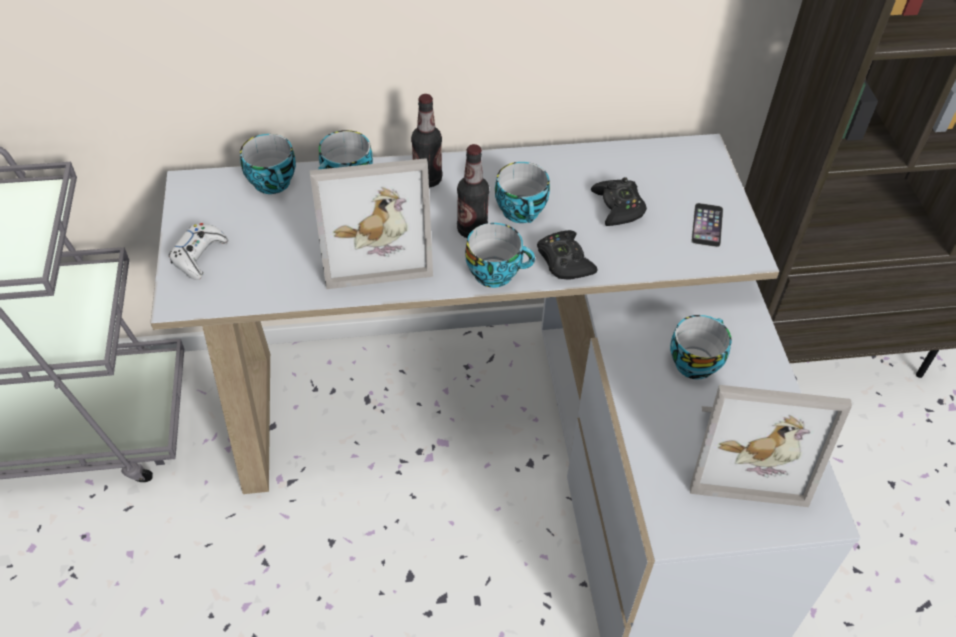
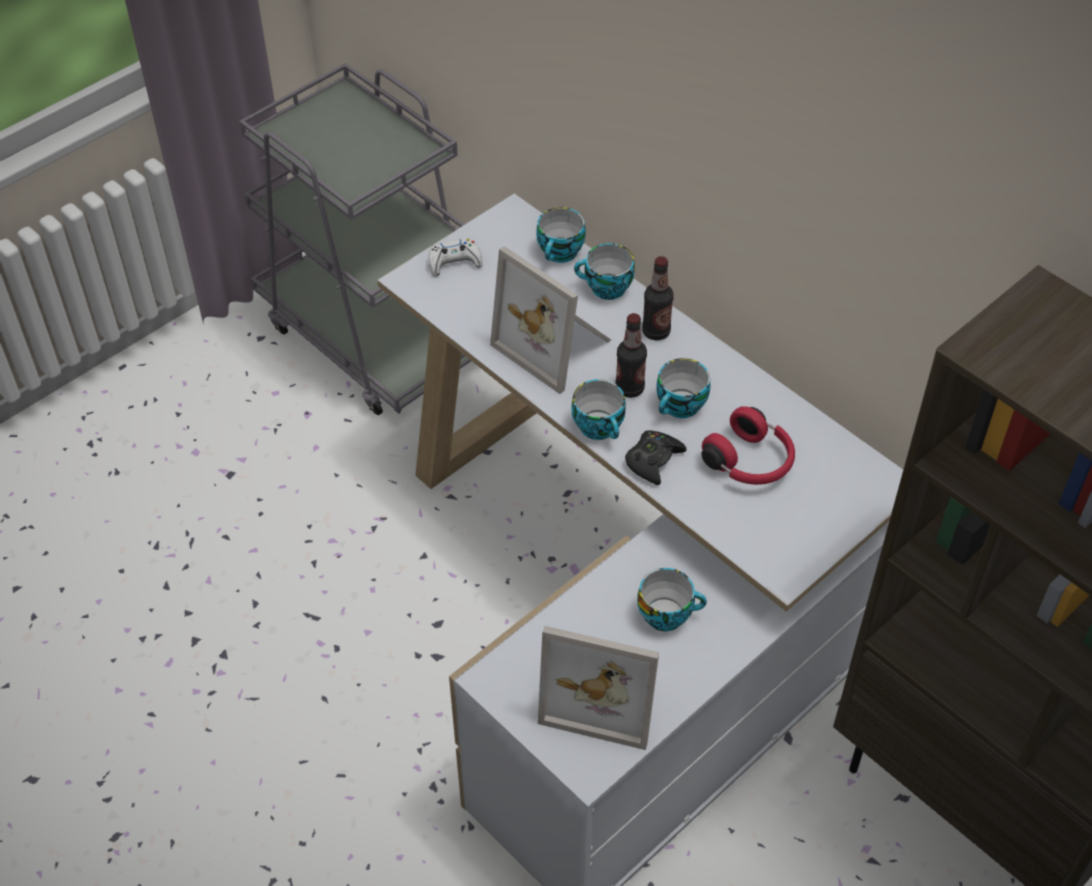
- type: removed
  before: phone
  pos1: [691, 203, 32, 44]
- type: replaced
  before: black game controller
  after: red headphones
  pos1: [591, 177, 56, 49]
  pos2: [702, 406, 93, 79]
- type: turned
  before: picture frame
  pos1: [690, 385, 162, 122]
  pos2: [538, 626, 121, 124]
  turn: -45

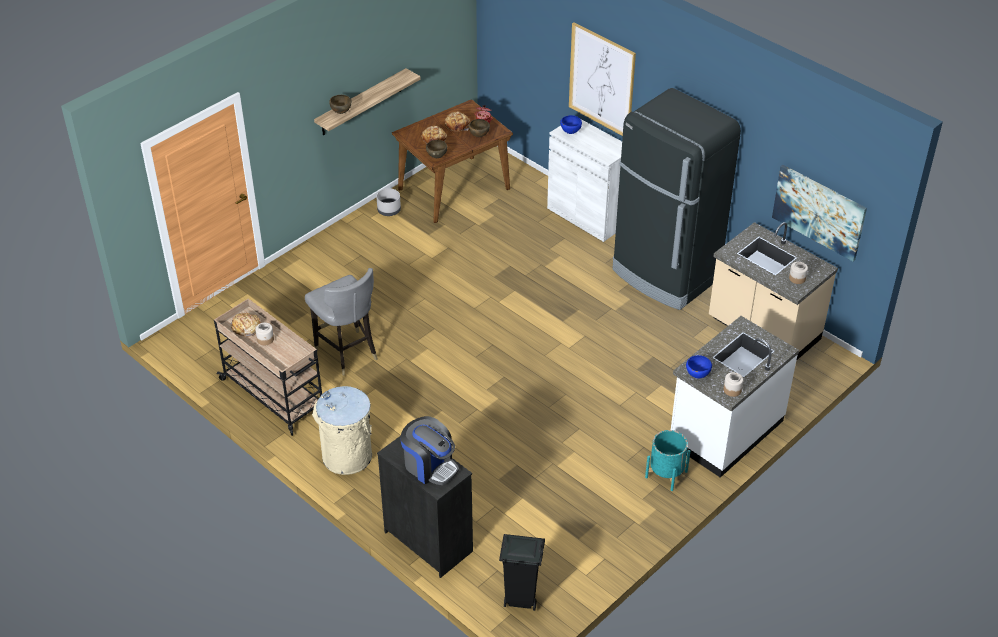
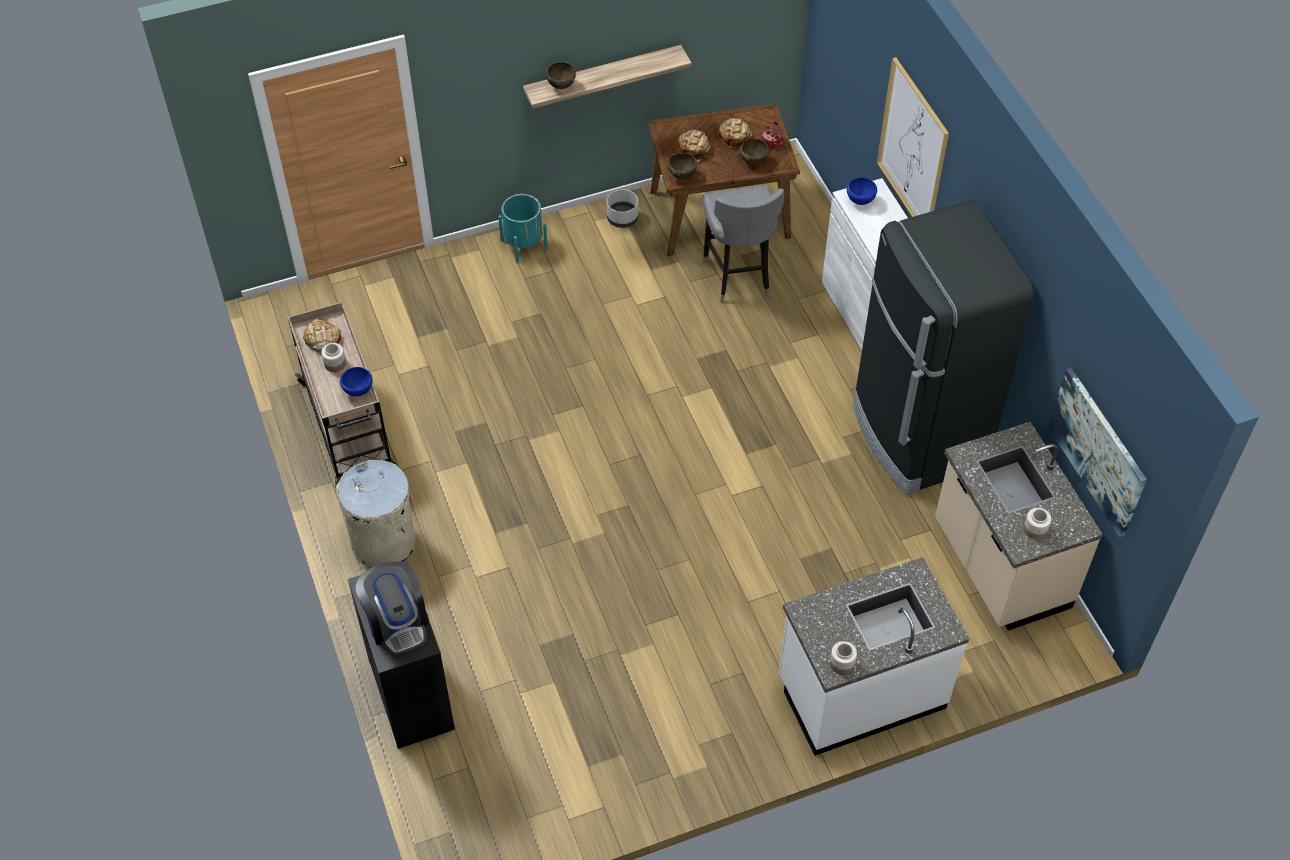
- type: removed
  before: black trash can
  pos1: [499, 534, 46, 77]
- type: moved
  before: grey chair
  pos1: [305, 268, 73, 108]
  pos2: [702, 185, 82, 118]
- type: moved
  before: turquoise planter
  pos1: [645, 430, 45, 61]
  pos2: [498, 194, 50, 69]
- type: moved
  before: blue bowl
  pos1: [686, 355, 26, 23]
  pos2: [340, 367, 32, 30]

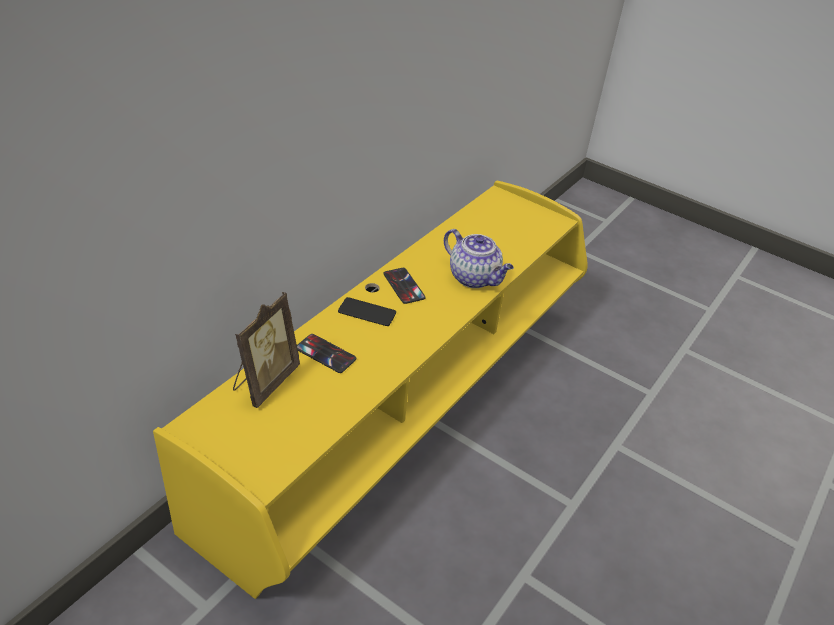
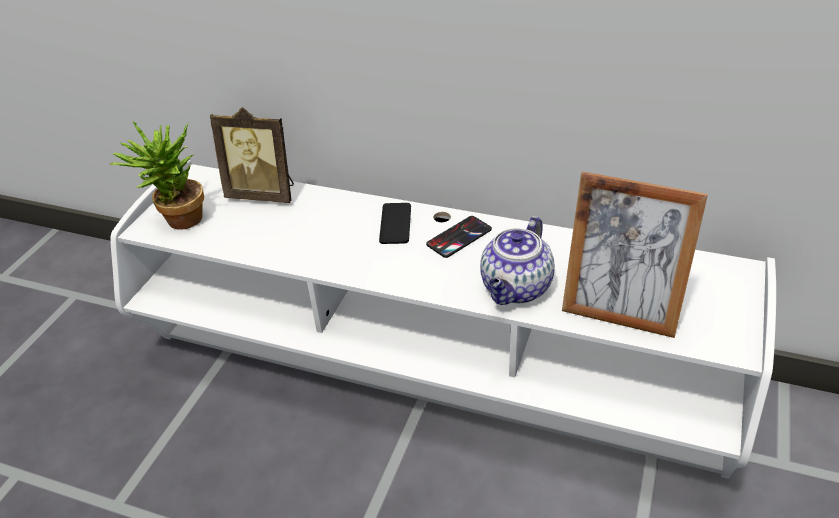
- type: removed
  before: phone
  pos1: [297, 334, 59, 39]
- type: added
  after: potted plant
  pos2: [110, 121, 94, 109]
- type: added
  after: picture frame
  pos2: [562, 172, 146, 166]
- type: recoloured
  before: yellow tv stand
  after: white tv stand
  pos1: [153, 181, 434, 418]
  pos2: [110, 160, 666, 319]

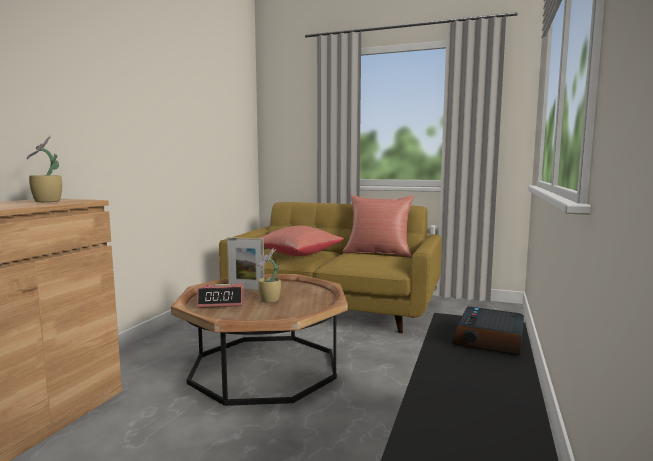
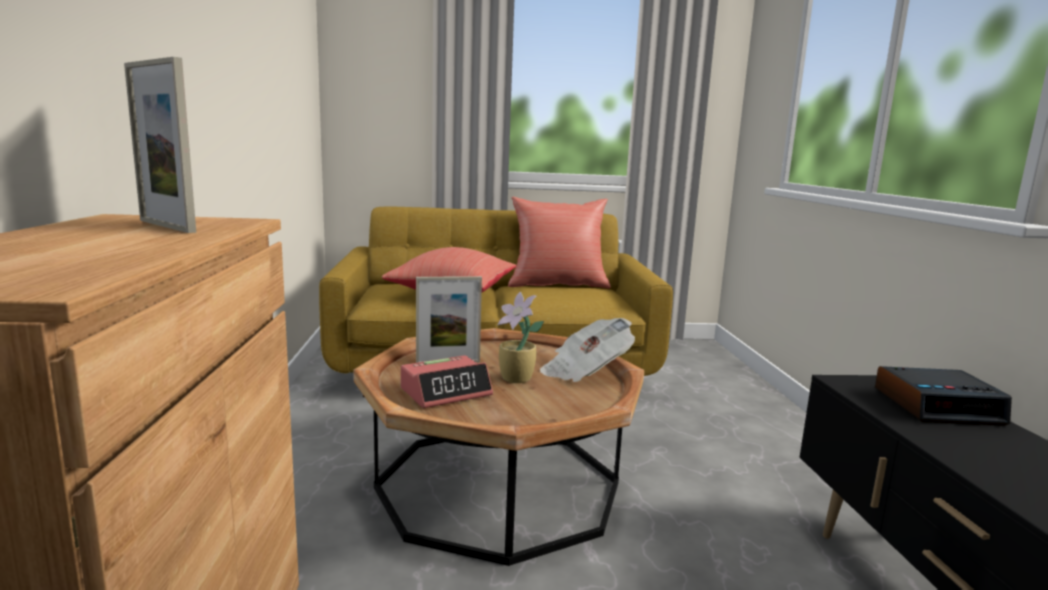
- type: added
  after: newspaper
  pos2: [540, 318, 95, 64]
- type: replaced
  before: potted plant
  after: picture frame
  pos1: [26, 135, 36, 67]
  pos2: [124, 57, 72, 176]
- type: turned
  before: alarm clock
  pos1: [452, 306, 72, 49]
  pos2: [875, 366, 137, 60]
  turn: -90

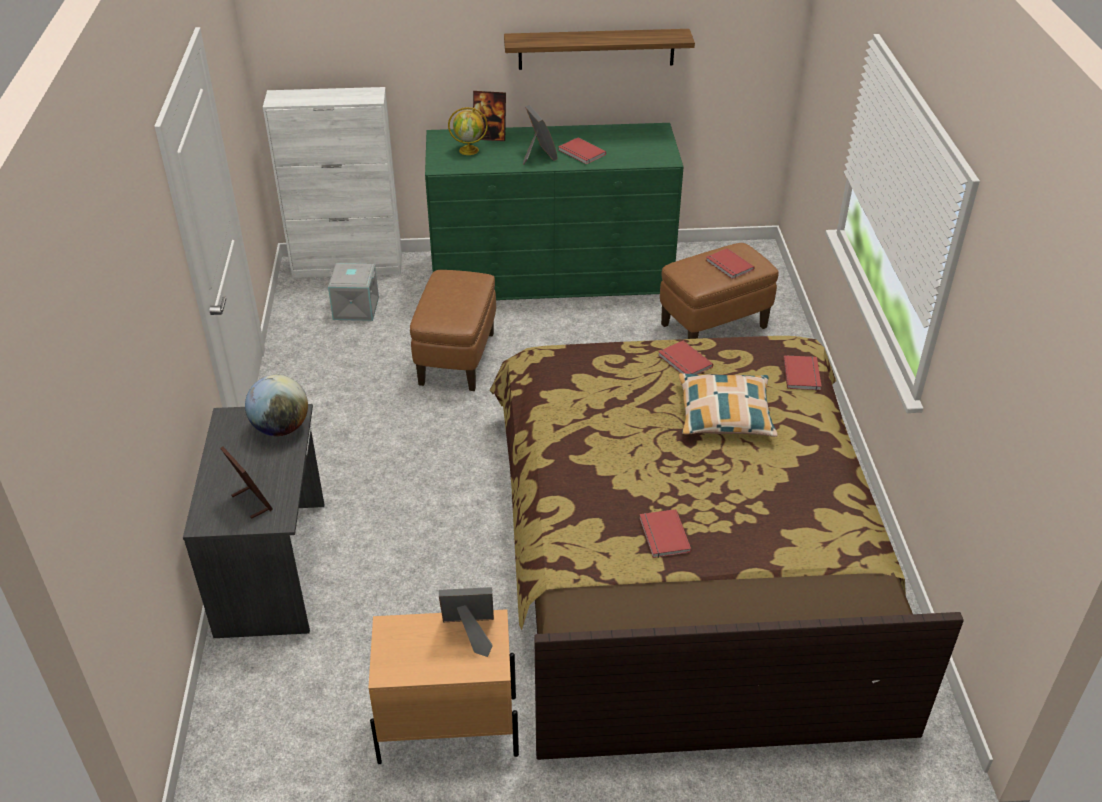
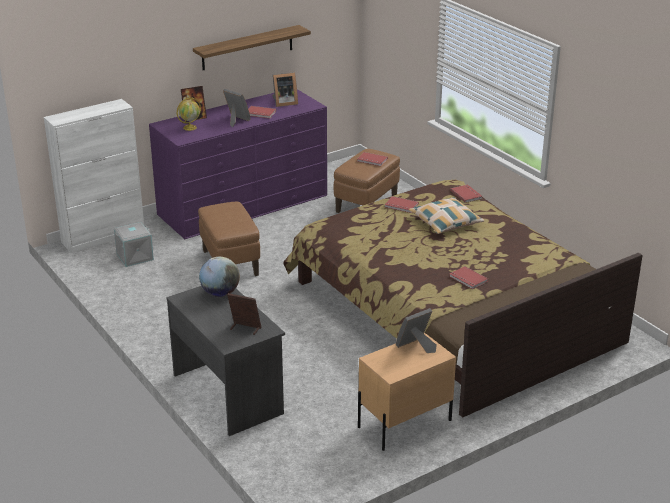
- type: added
  after: picture frame
  pos2: [272, 72, 26, 35]
- type: recoloured
  before: green dresser
  after: purple dresser
  pos1: [425, 123, 259, 177]
  pos2: [149, 89, 178, 150]

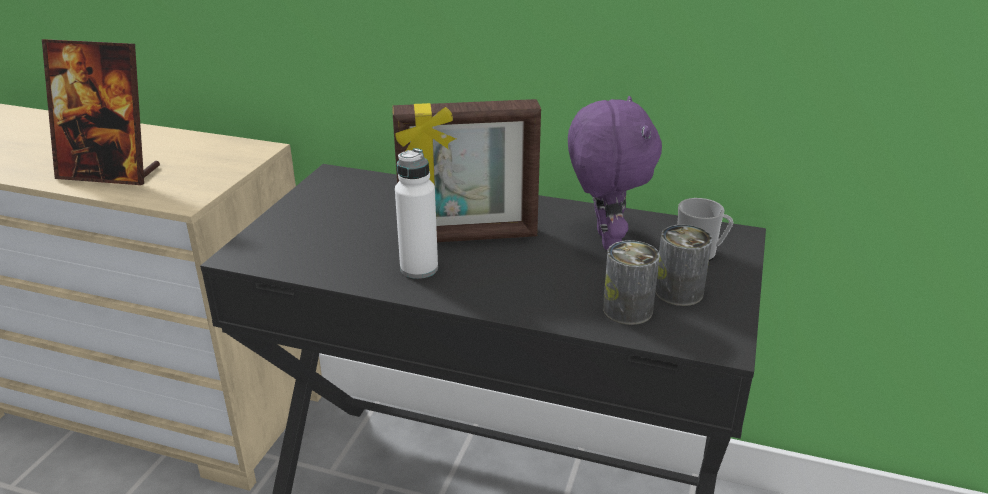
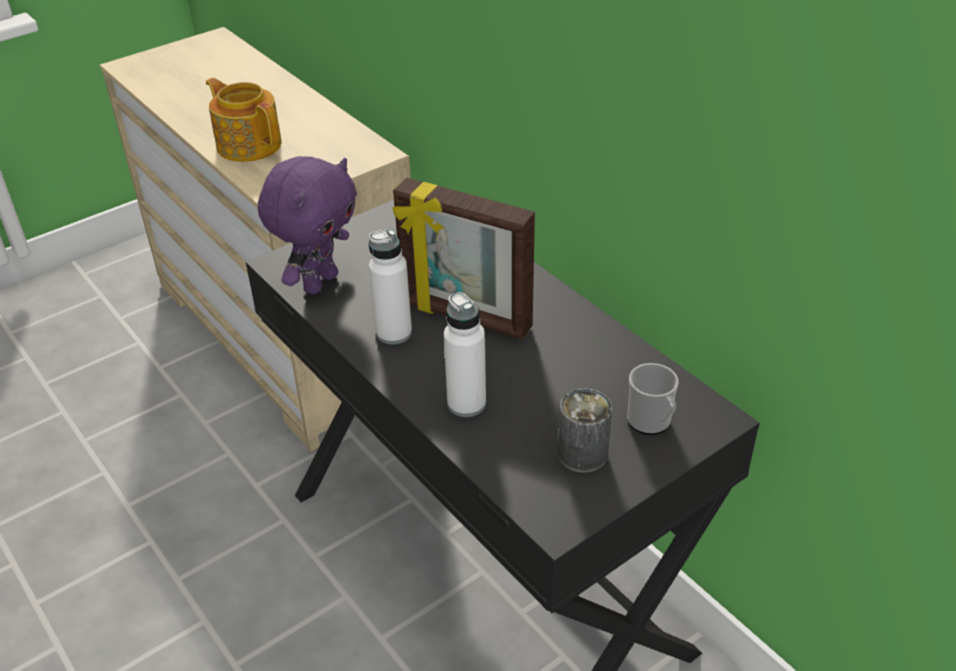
- type: removed
  before: can
  pos1: [603, 240, 57, 85]
- type: added
  after: white bottle
  pos2: [444, 292, 42, 125]
- type: moved
  before: purple plush toy
  pos1: [568, 96, 94, 154]
  pos2: [258, 156, 99, 138]
- type: replaced
  before: picture frame
  after: teapot
  pos1: [42, 39, 118, 146]
  pos2: [206, 78, 76, 84]

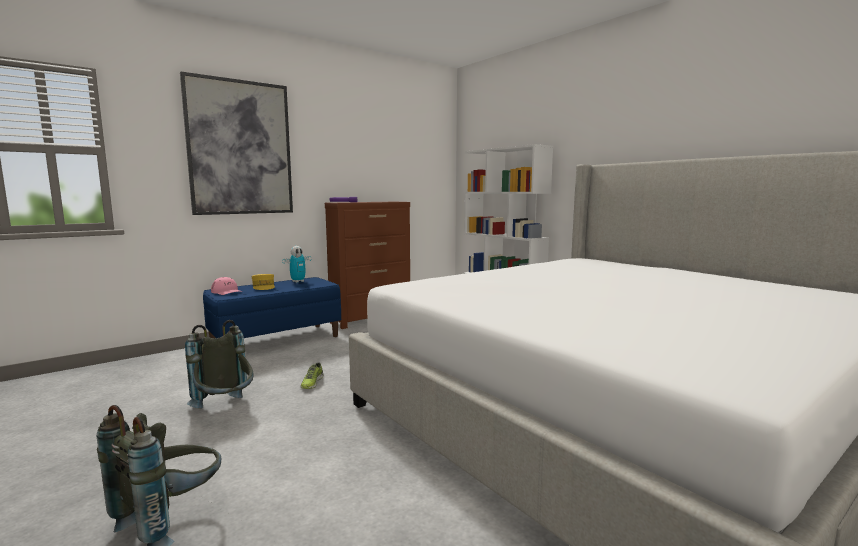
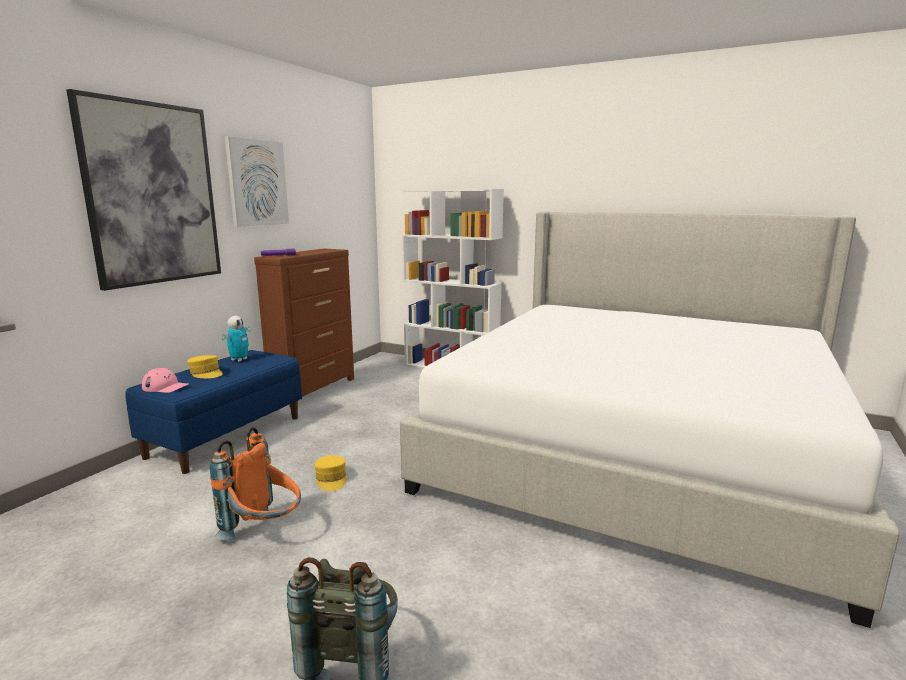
- type: added
  after: picture
  pos2: [225, 136, 64, 91]
- type: replaced
  before: shoe
  after: yellow cap
  pos1: [301, 363, 22, 26]
  pos2: [314, 455, 33, 36]
- type: recoloured
  before: grey backpack
  after: orange backpack
  pos1: [185, 320, 69, 88]
  pos2: [210, 427, 91, 113]

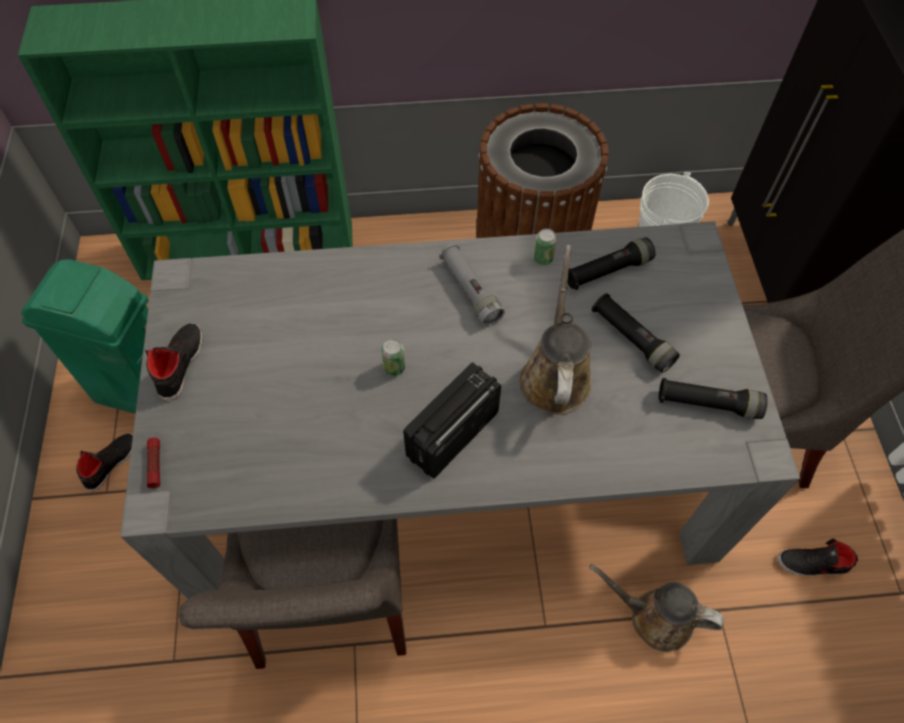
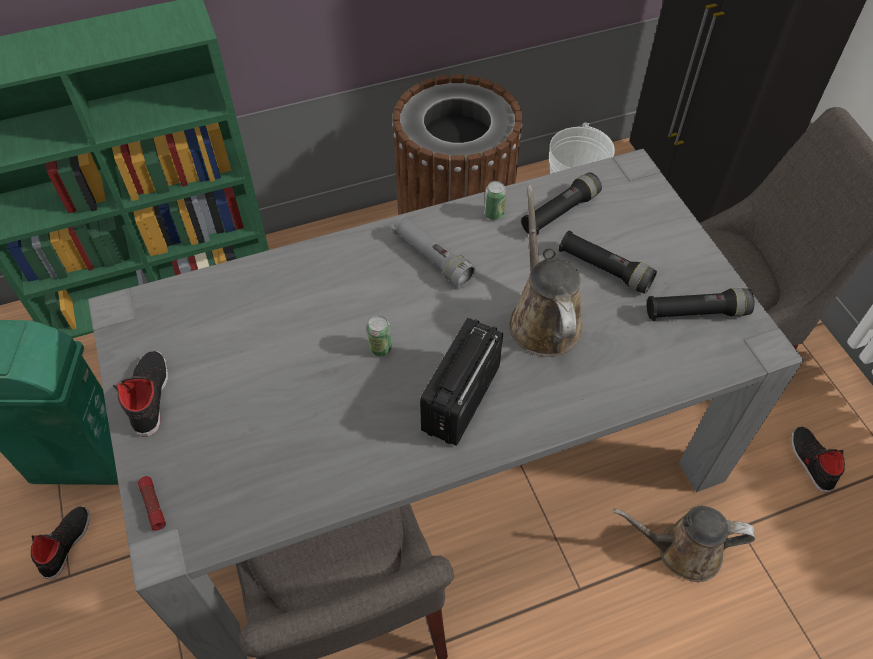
- type: turned
  before: black shoe
  pos1: [778, 538, 80, 38]
  pos2: [791, 426, 54, 67]
  turn: 90

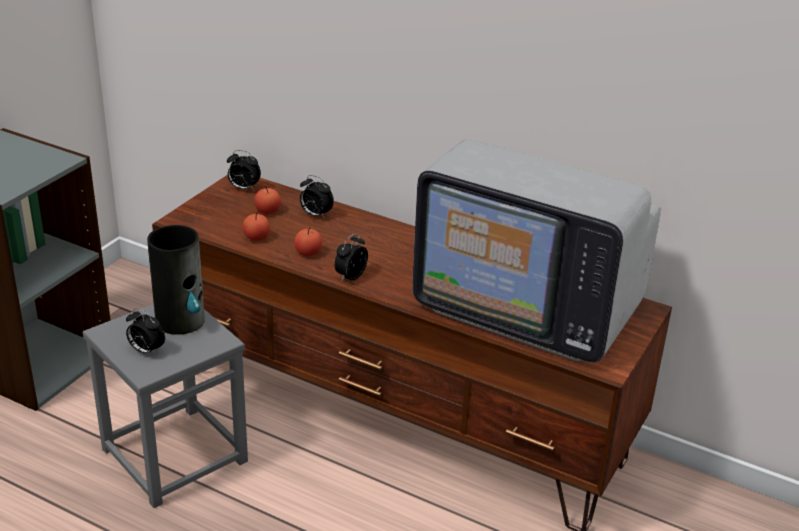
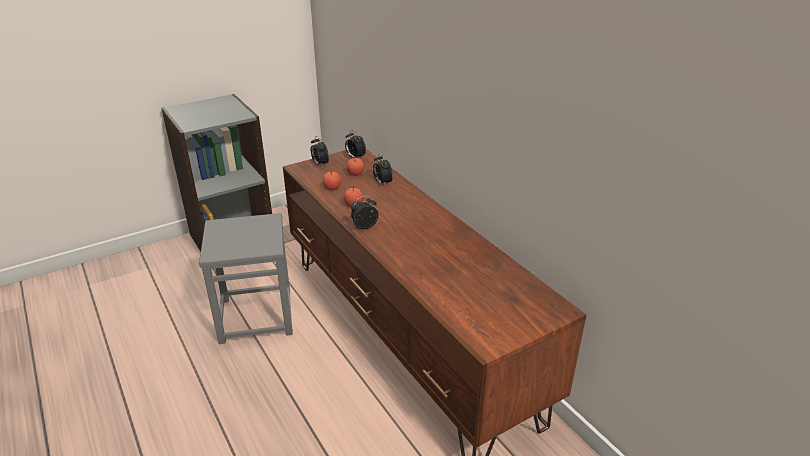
- type: removed
  before: vase
  pos1: [147, 225, 58, 110]
- type: removed
  before: television
  pos1: [412, 140, 249, 223]
- type: moved
  before: alarm clock
  pos1: [126, 308, 39, 48]
  pos2: [311, 136, 18, 31]

